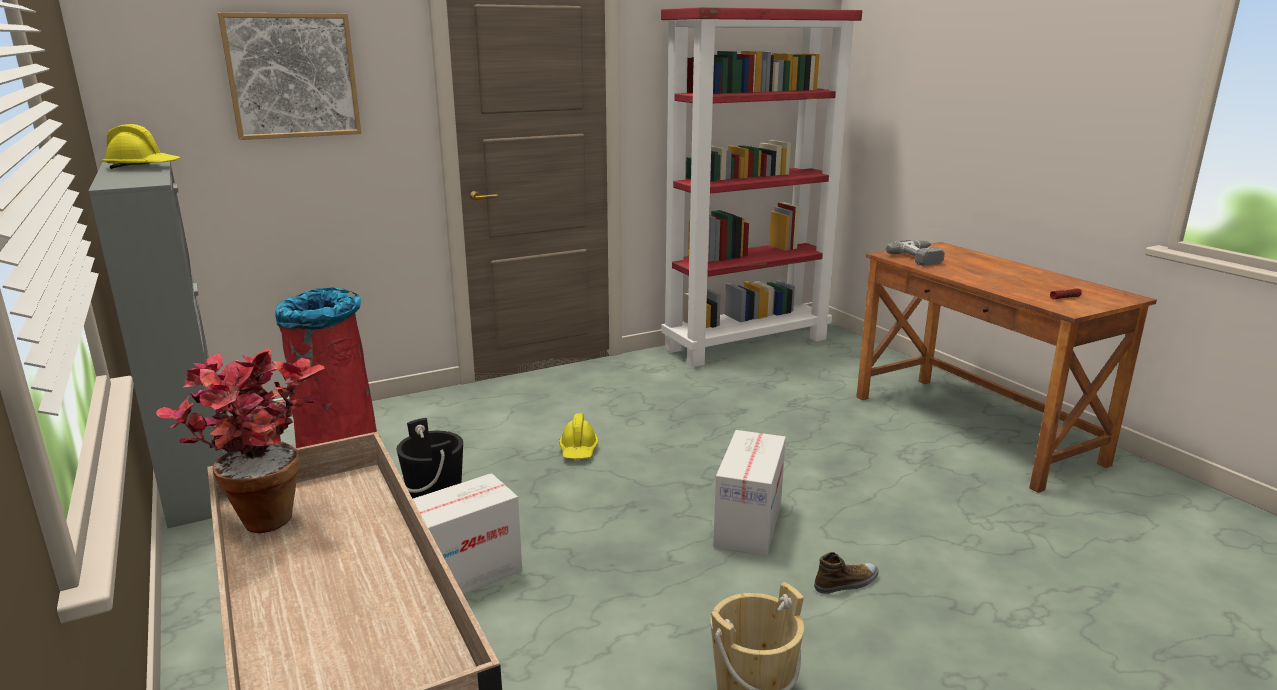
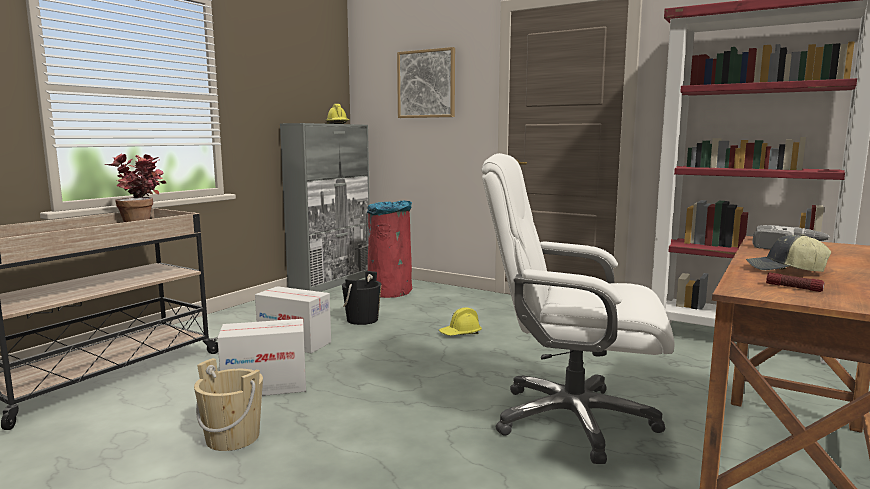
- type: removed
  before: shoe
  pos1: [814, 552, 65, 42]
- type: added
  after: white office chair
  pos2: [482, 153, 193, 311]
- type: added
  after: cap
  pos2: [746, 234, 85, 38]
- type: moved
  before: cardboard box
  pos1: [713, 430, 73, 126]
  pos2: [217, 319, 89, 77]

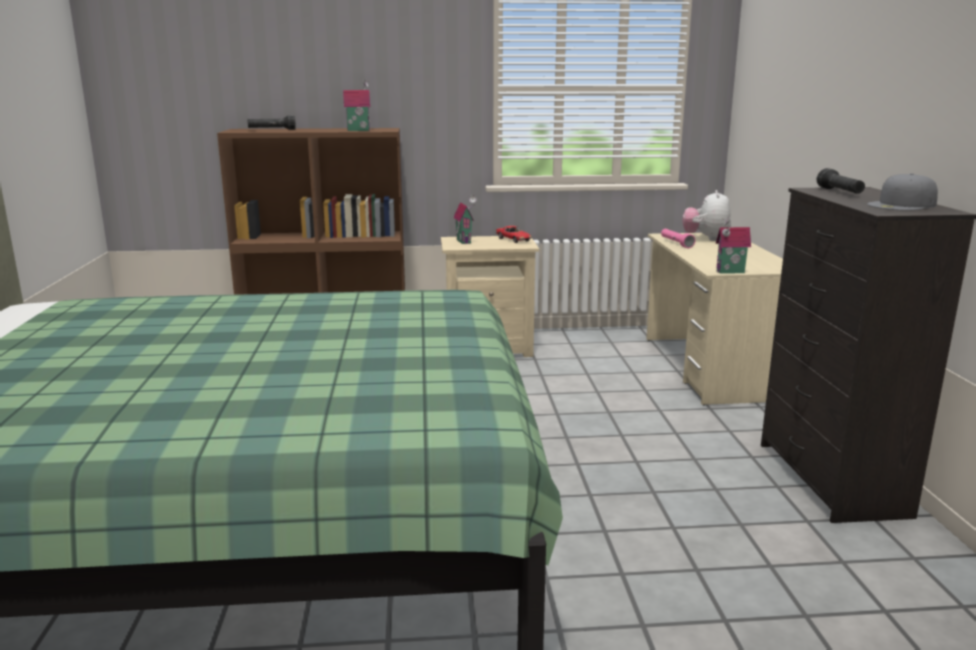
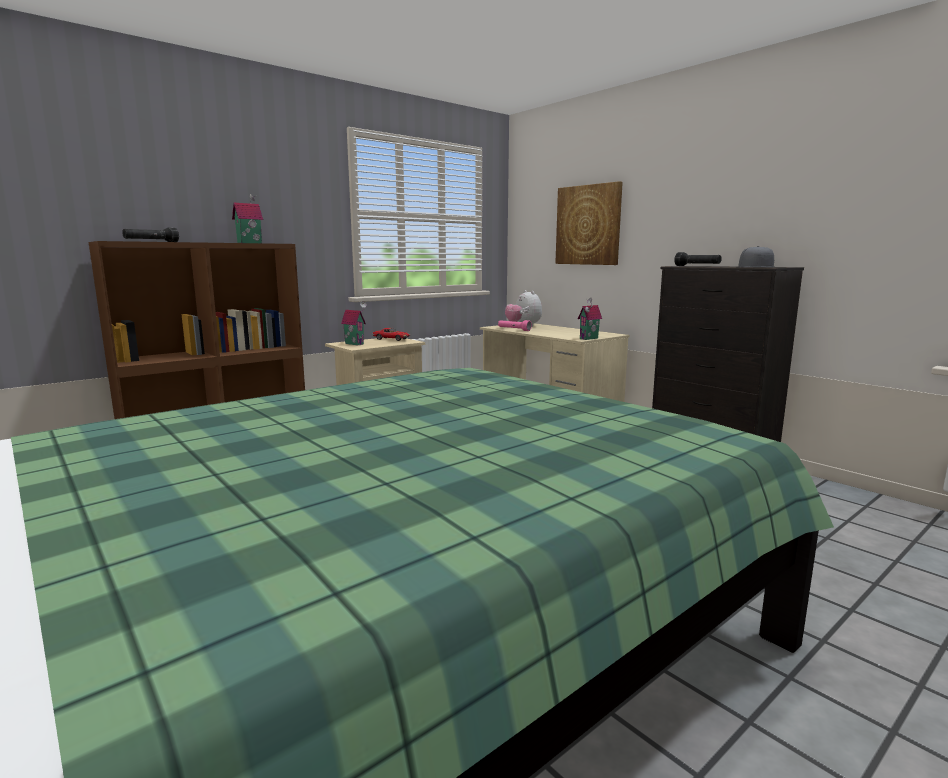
- type: added
  after: picture
  pos2: [555, 181, 68, 84]

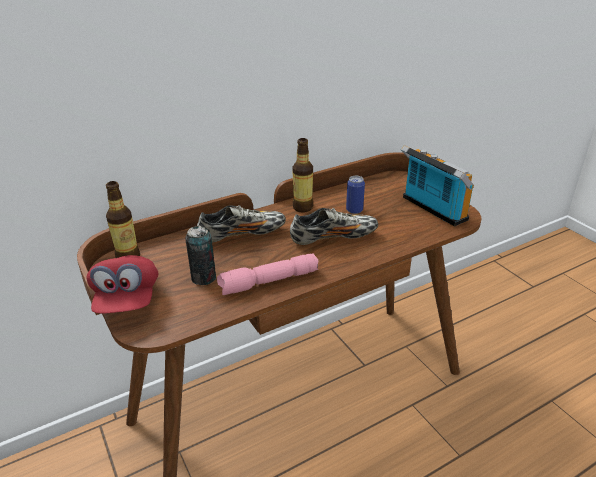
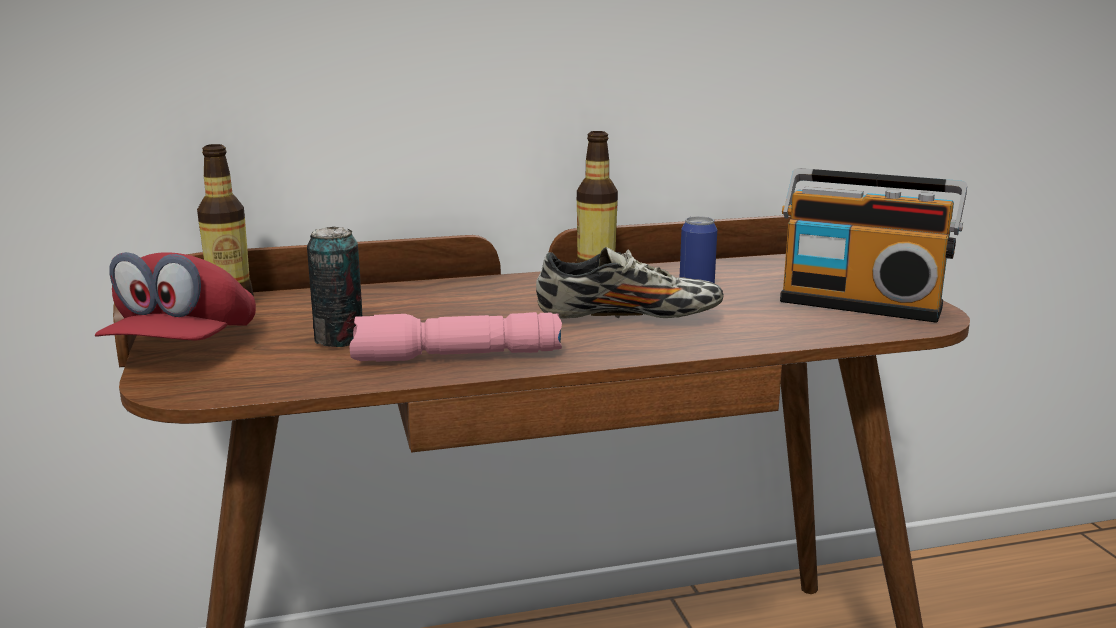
- type: removed
  before: shoe
  pos1: [197, 205, 89, 38]
- type: turned
  before: radio
  pos1: [401, 145, 73, 82]
  pos2: [780, 168, 187, 155]
  turn: 135

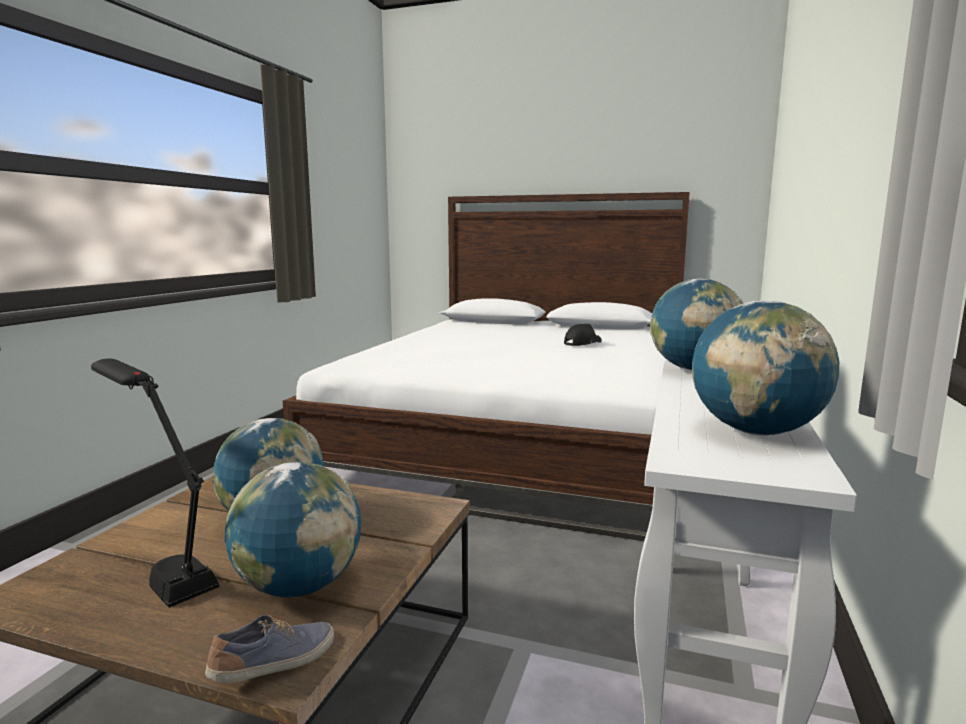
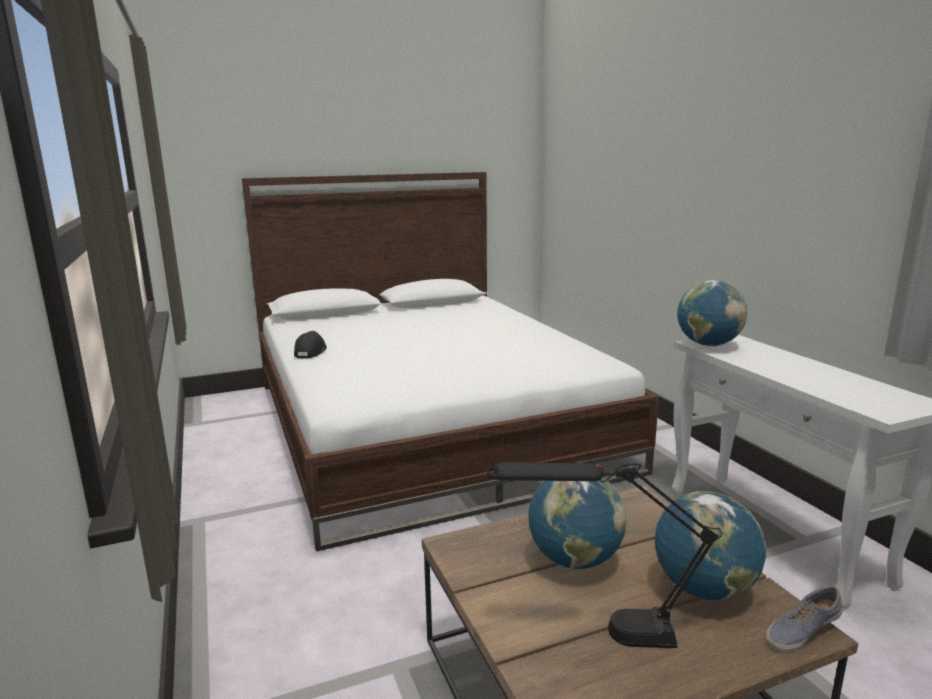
- type: removed
  before: globe
  pos1: [692, 300, 147, 136]
- type: moved
  before: black cap
  pos1: [564, 324, 38, 22]
  pos2: [294, 331, 33, 28]
- type: turned
  before: shoe
  pos1: [205, 615, 129, 68]
  pos2: [765, 586, 77, 67]
  turn: -120

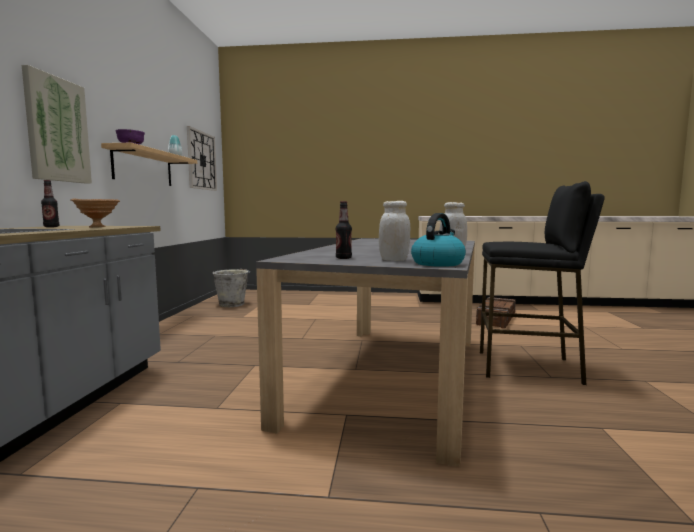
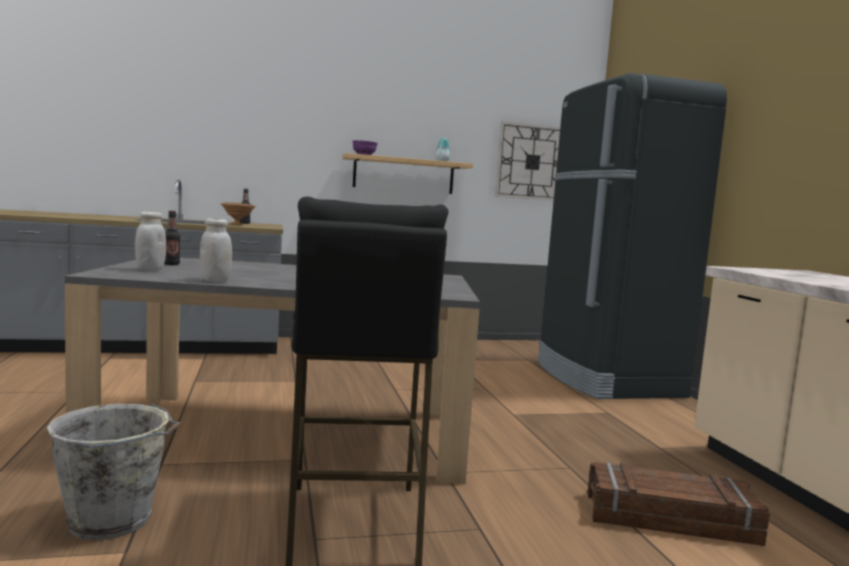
- type: removed
  before: picture
  pos1: [22, 65, 70, 119]
- type: removed
  before: kettle
  pos1: [411, 213, 55, 54]
- type: added
  after: black fridge
  pos2: [538, 73, 189, 326]
- type: moved
  before: grey bucket
  pos1: [212, 269, 38, 38]
  pos2: [46, 404, 135, 136]

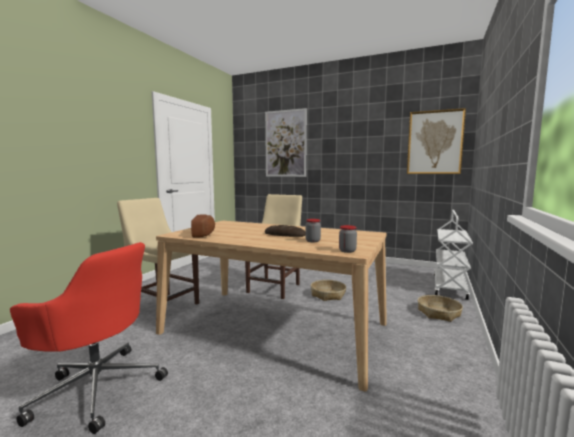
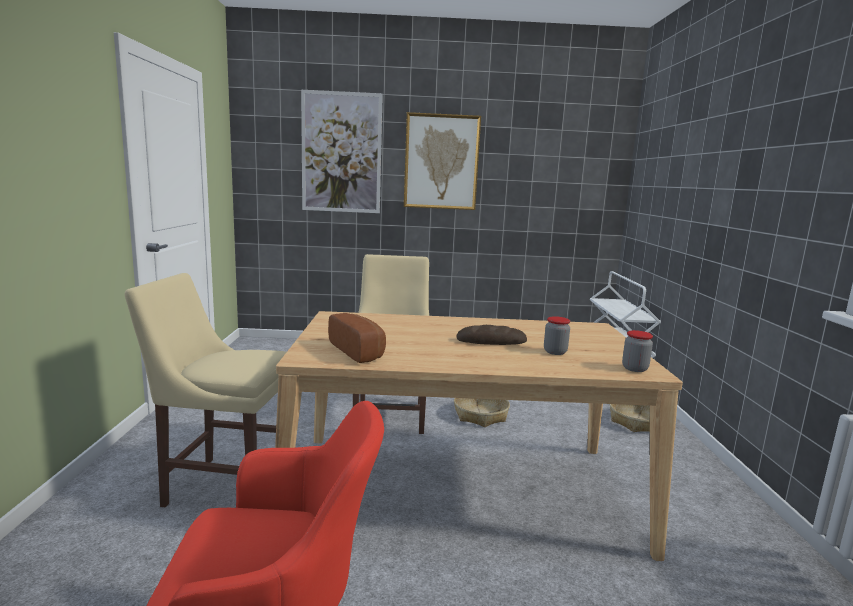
- type: moved
  before: picture
  pos1: [407, 108, 59, 66]
  pos2: [404, 112, 77, 98]

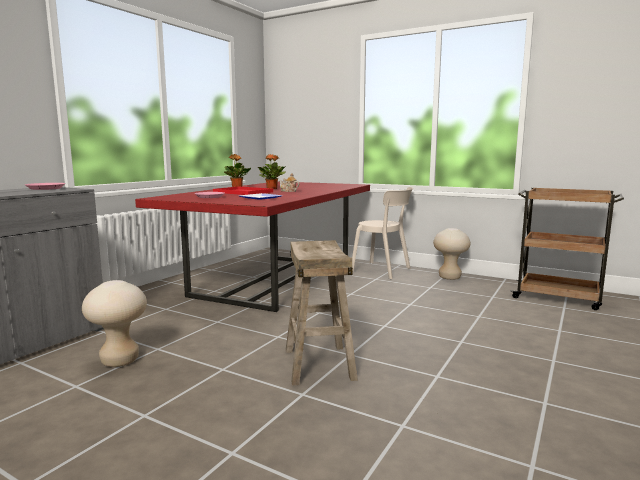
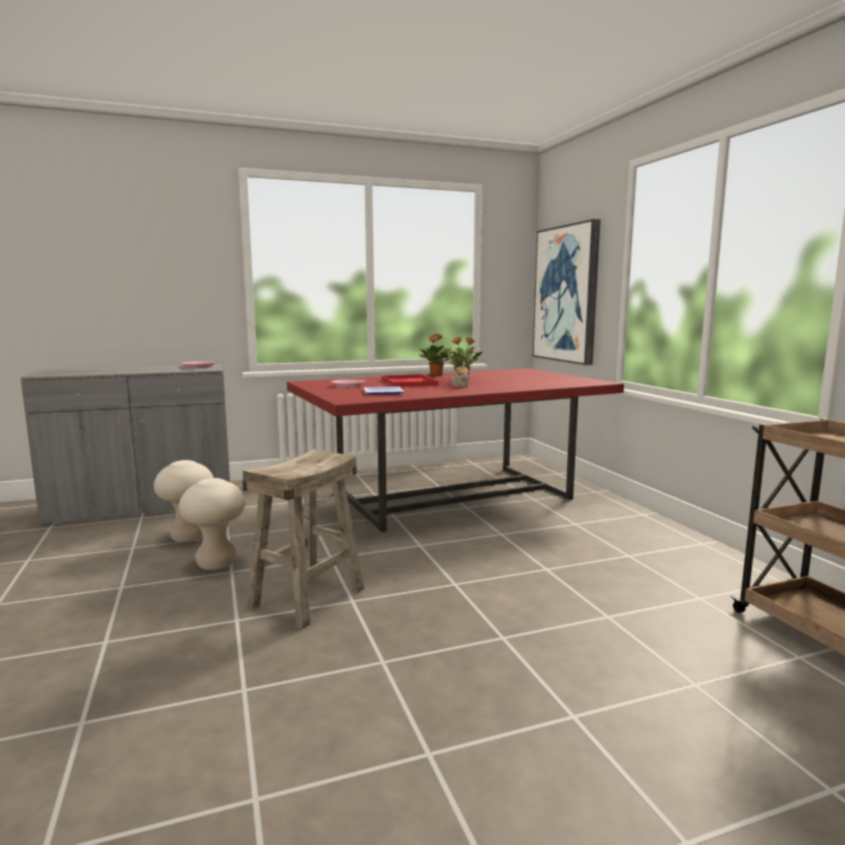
- type: removed
  before: beige chair
  pos1: [352, 187, 61, 92]
- type: added
  after: picture
  pos2: [532, 219, 68, 146]
- type: moved
  before: beige stool
  pos1: [433, 228, 37, 52]
  pos2: [179, 478, 66, 92]

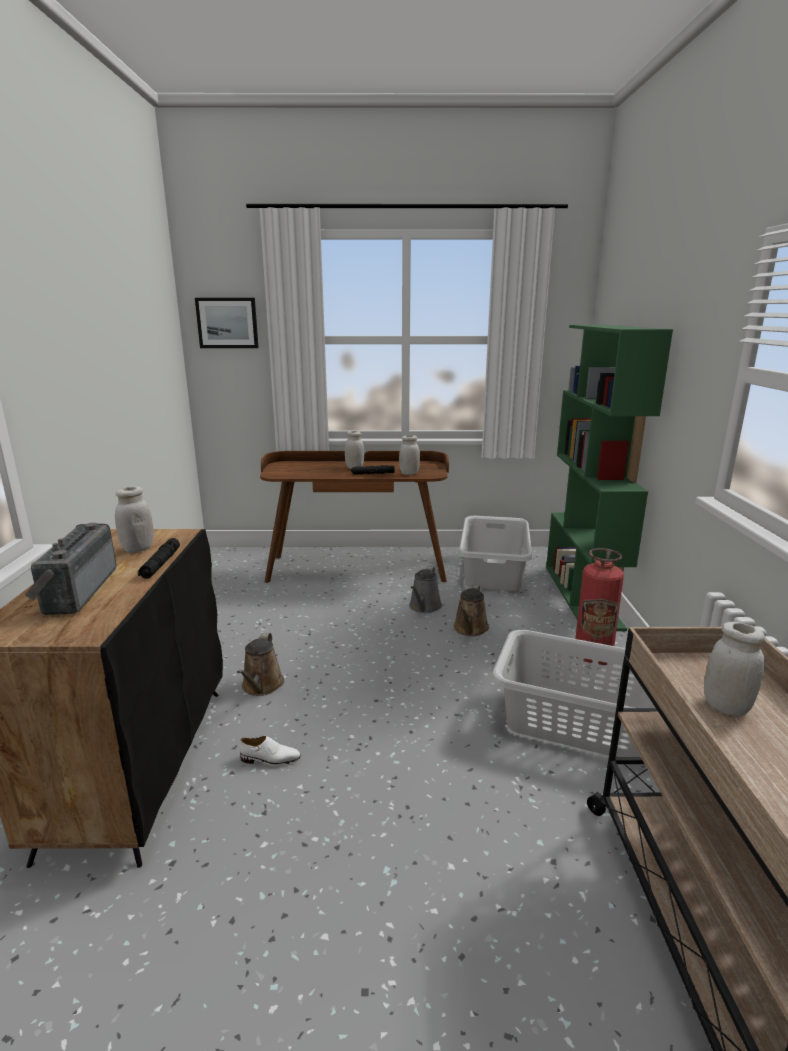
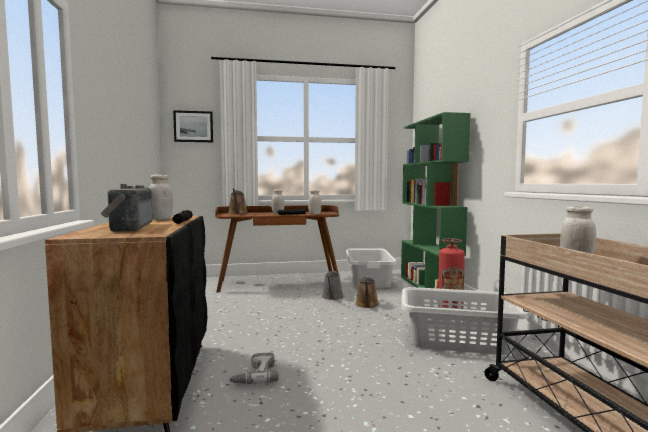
- type: moved
  before: brown watering can
  pos1: [237, 633, 47, 63]
  pos2: [228, 189, 20, 26]
- type: replaced
  before: white shoe
  after: power drill
  pos1: [239, 736, 62, 30]
  pos2: [229, 352, 50, 32]

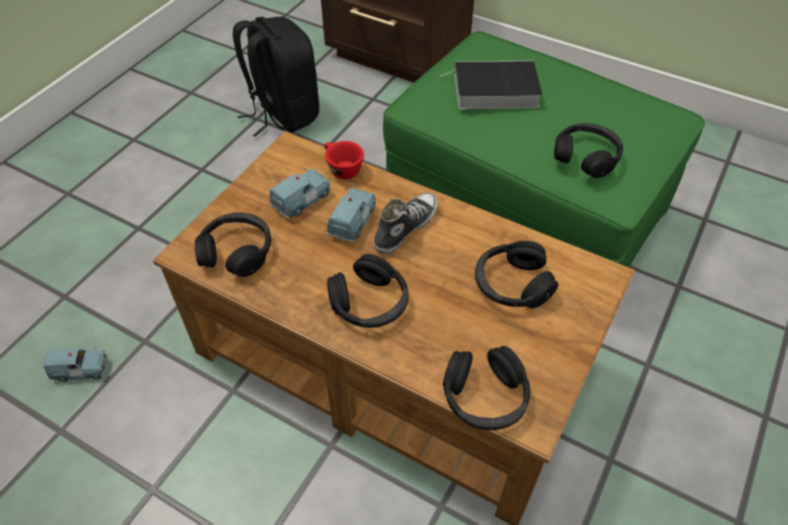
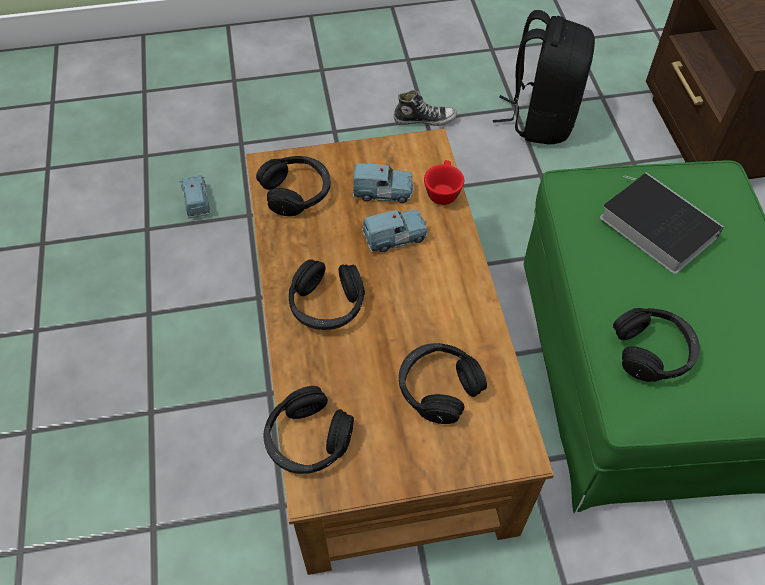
- type: moved
  before: shoe
  pos1: [374, 193, 64, 62]
  pos2: [394, 90, 63, 36]
- type: turned
  before: blue toy car
  pos1: [44, 346, 65, 36]
  pos2: [180, 175, 31, 44]
  turn: -150

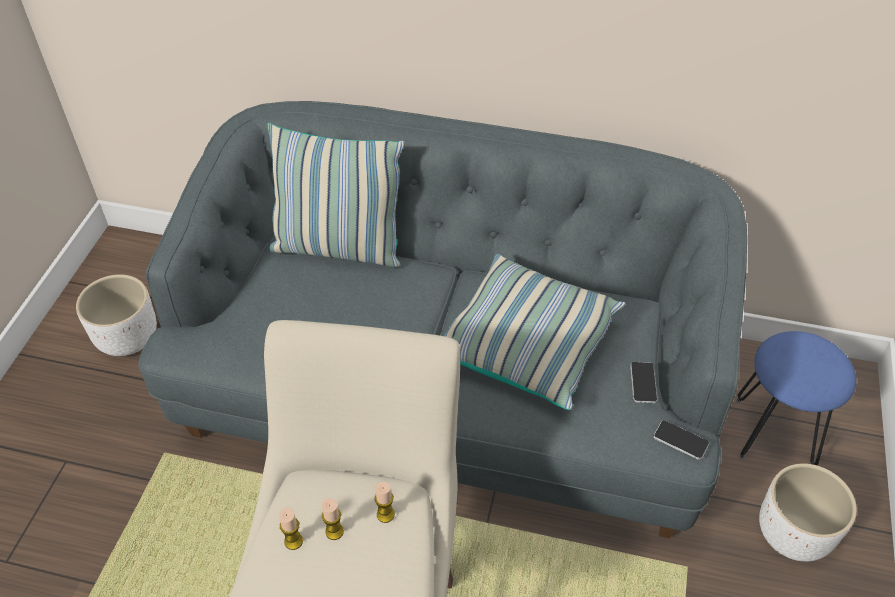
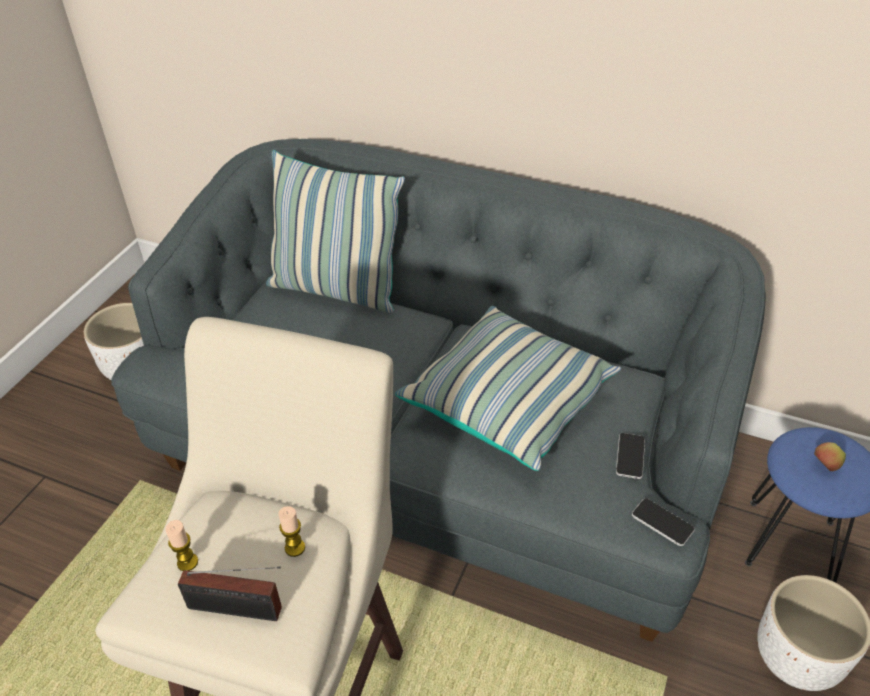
- type: removed
  before: candle
  pos1: [322, 498, 22, 42]
- type: added
  after: radio
  pos2: [178, 567, 104, 54]
- type: added
  after: apple
  pos2: [814, 442, 32, 29]

